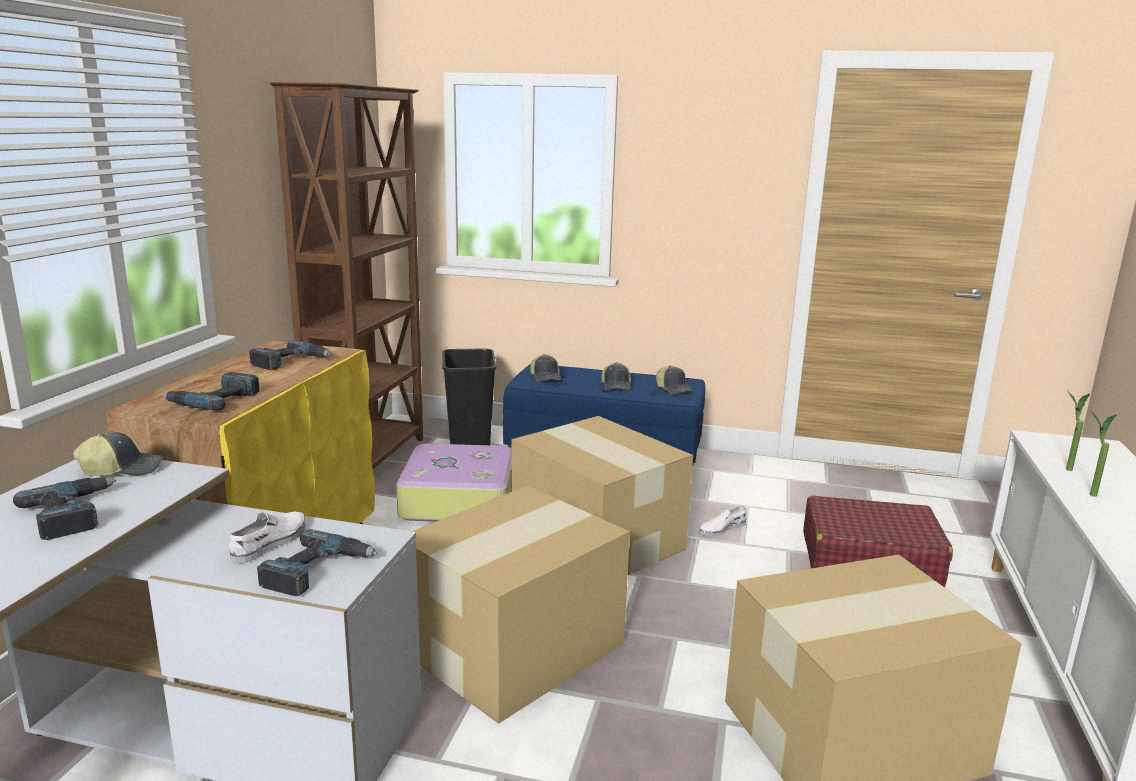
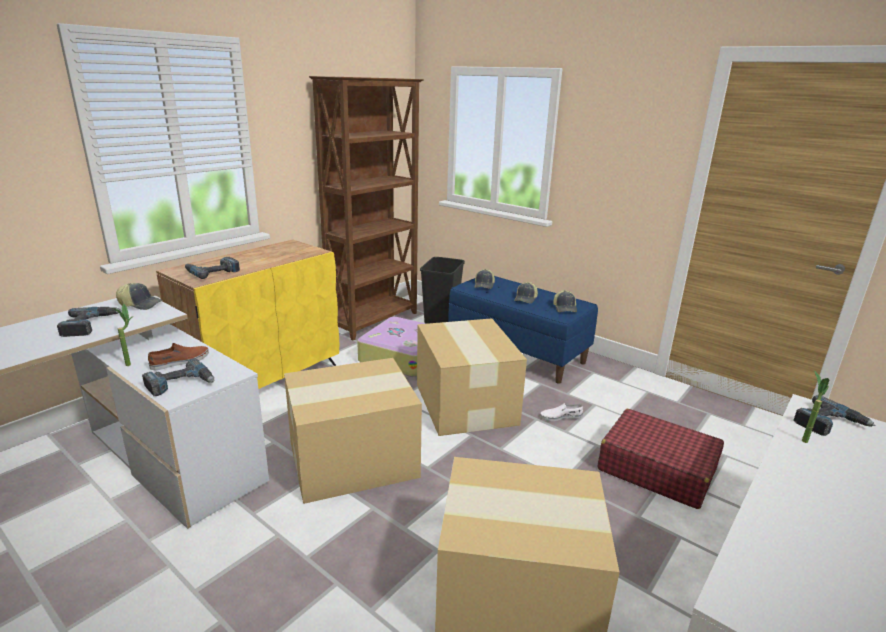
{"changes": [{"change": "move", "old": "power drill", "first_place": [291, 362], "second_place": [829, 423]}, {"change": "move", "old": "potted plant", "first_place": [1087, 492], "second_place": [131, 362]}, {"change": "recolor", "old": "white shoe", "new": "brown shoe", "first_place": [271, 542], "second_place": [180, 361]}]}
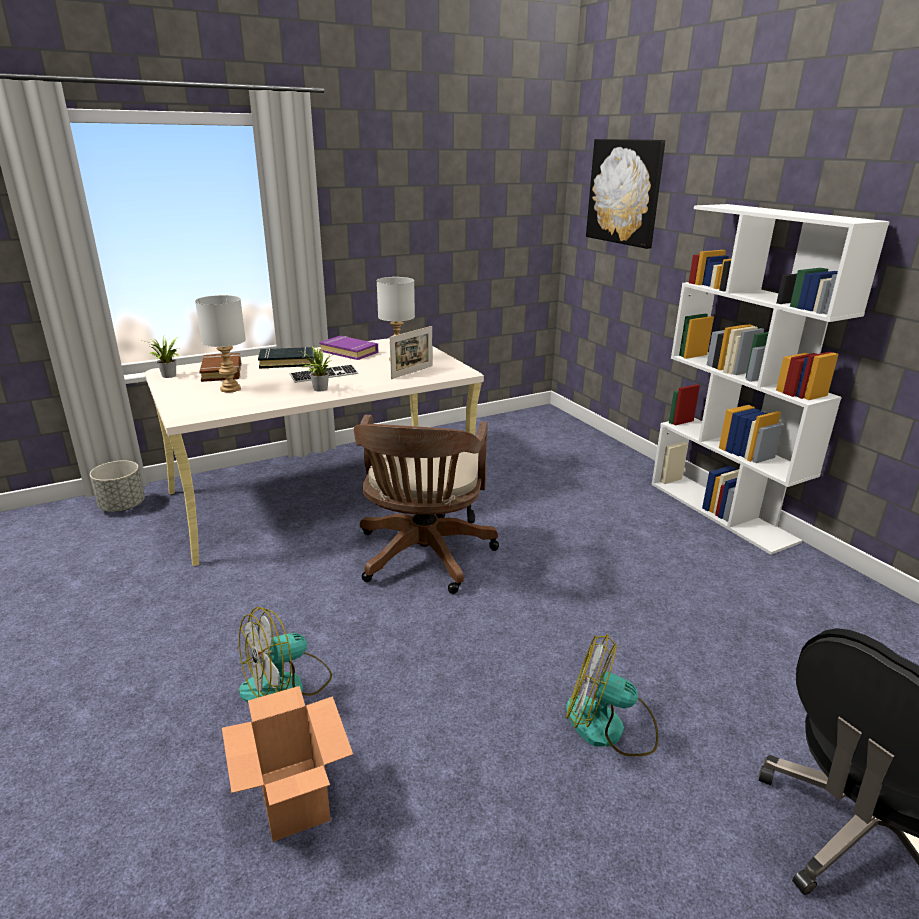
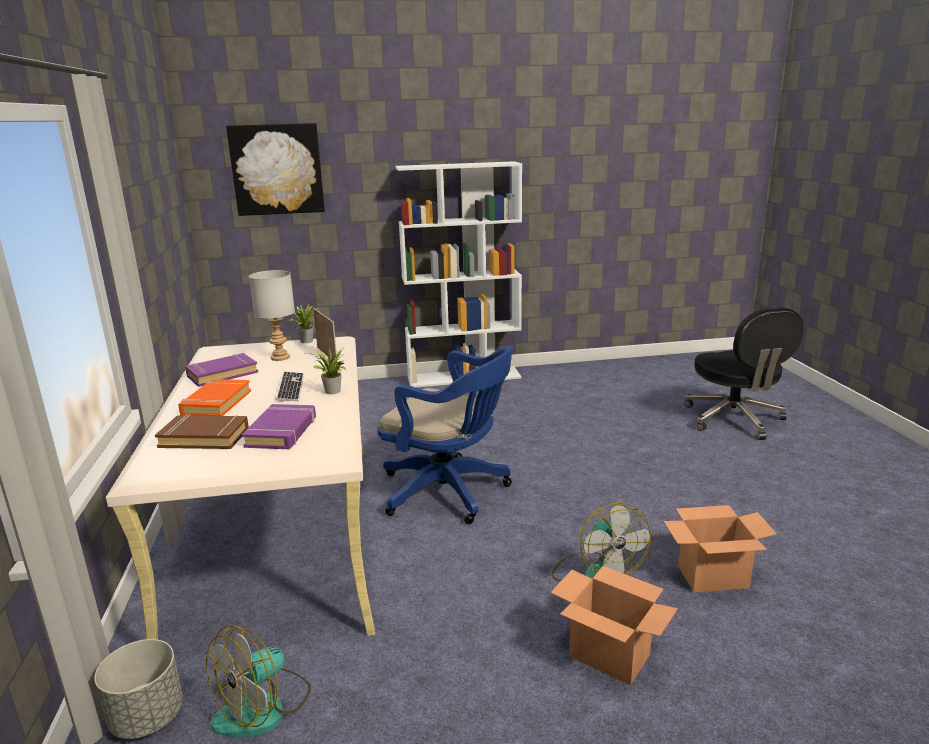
{"changes": [{"change": "replace", "old": "grey table lamp", "new": "purple book", "first_place": [231, 389], "second_place": [282, 432]}, {"change": "move", "old": "potted plant", "first_place": [169, 376], "second_place": [308, 341]}, {"change": "recolor", "old": "black book", "new": "orange book", "first_place": [287, 362], "second_place": [216, 403]}, {"change": "recolor", "old": "brown office chair", "new": "blue office chair", "first_place": [423, 558], "second_place": [450, 492]}, {"change": "move", "old": "fan", "first_place": [609, 727], "second_place": [263, 707]}, {"change": "insert", "new": "cardboard box", "second_place": [608, 656]}]}
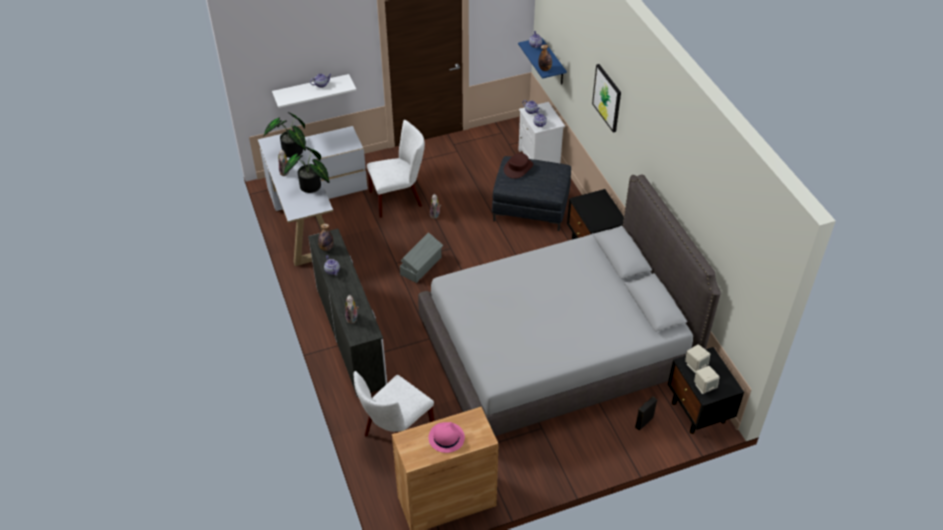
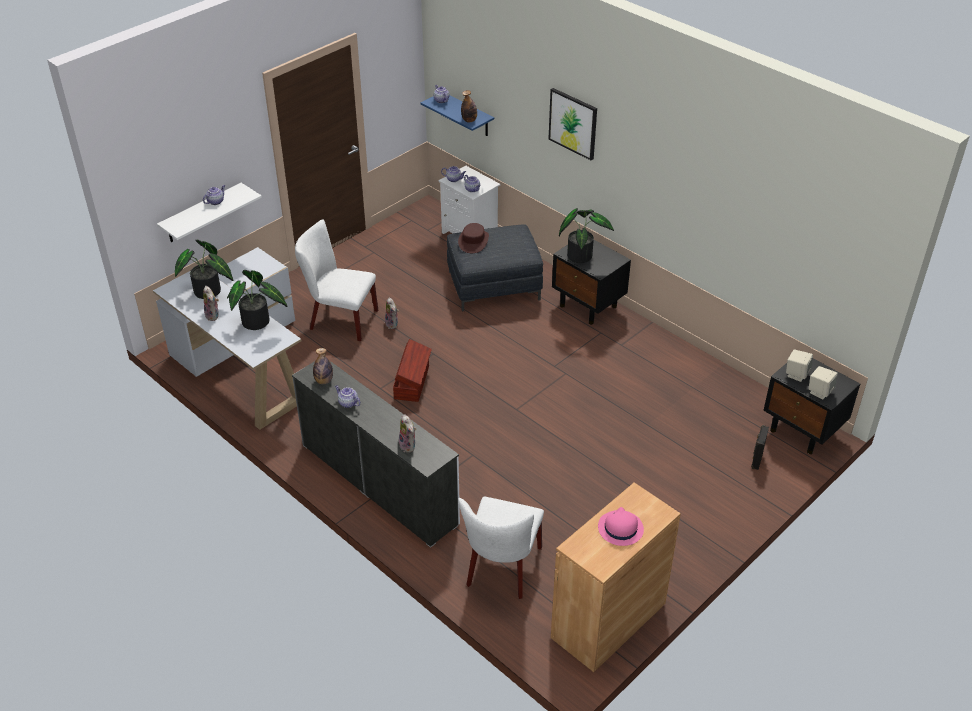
{"changes": [{"change": "rotate", "old": "white chair", "first_place": [399, 198], "second_place": [339, 319], "degrees": -120}, {"change": "delete", "old": "grey bed", "first_place": [556, 350]}, {"change": "recolor", "old": "grey storage box", "new": "brown storage box", "first_place": [421, 266], "second_place": [412, 382]}, {"change": "insert", "new": "potted plant", "second_place": [581, 254]}]}
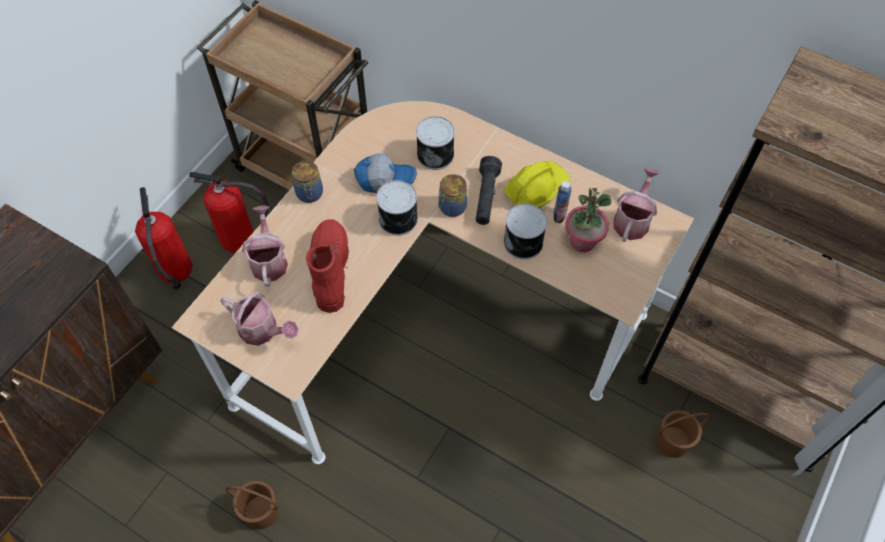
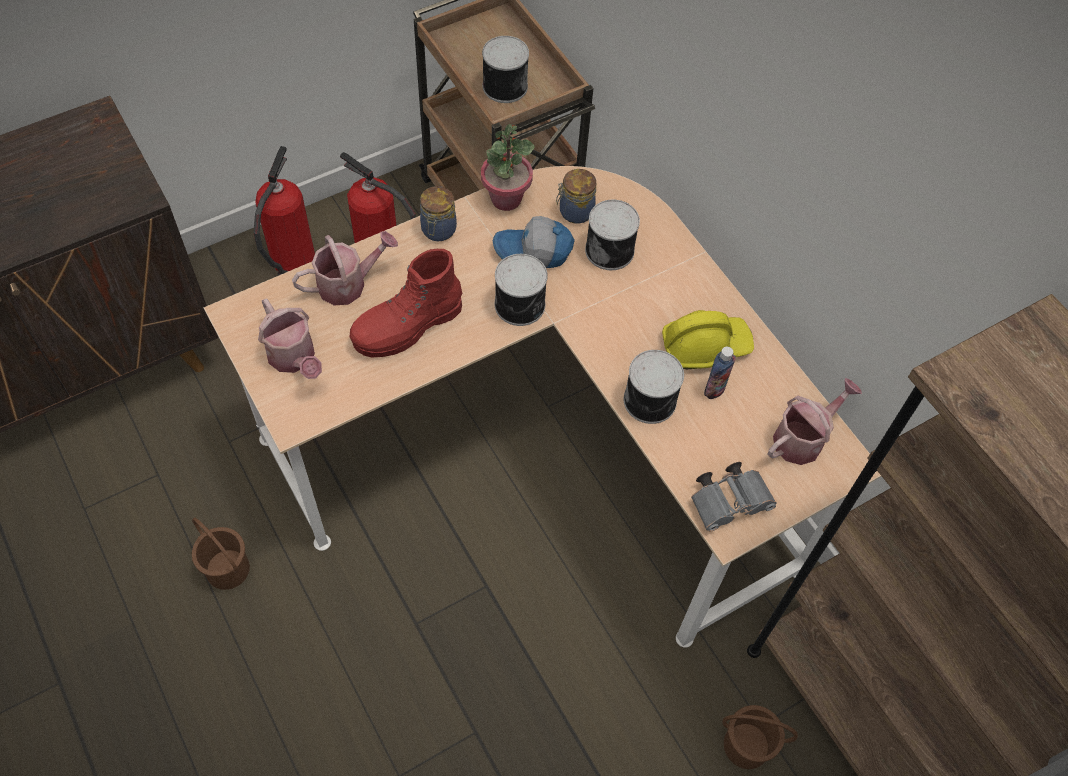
{"changes": [{"change": "rotate", "old": "cap", "first_place": [385, 179], "second_place": [533, 252], "degrees": 150}, {"change": "delete", "old": "black flashlight", "first_place": [486, 197]}, {"change": "move", "old": "jar", "first_place": [451, 207], "second_place": [574, 212]}, {"change": "move", "old": "potted plant", "first_place": [582, 241], "second_place": [506, 198]}, {"change": "rotate", "old": "watering can", "first_place": [269, 260], "second_place": [348, 284], "degrees": 45}, {"change": "rotate", "old": "red boot", "first_place": [330, 270], "second_place": [407, 326], "degrees": -150}, {"change": "insert", "new": "can", "second_place": [504, 86]}, {"change": "insert", "new": "grey binoculars", "second_place": [731, 502]}]}
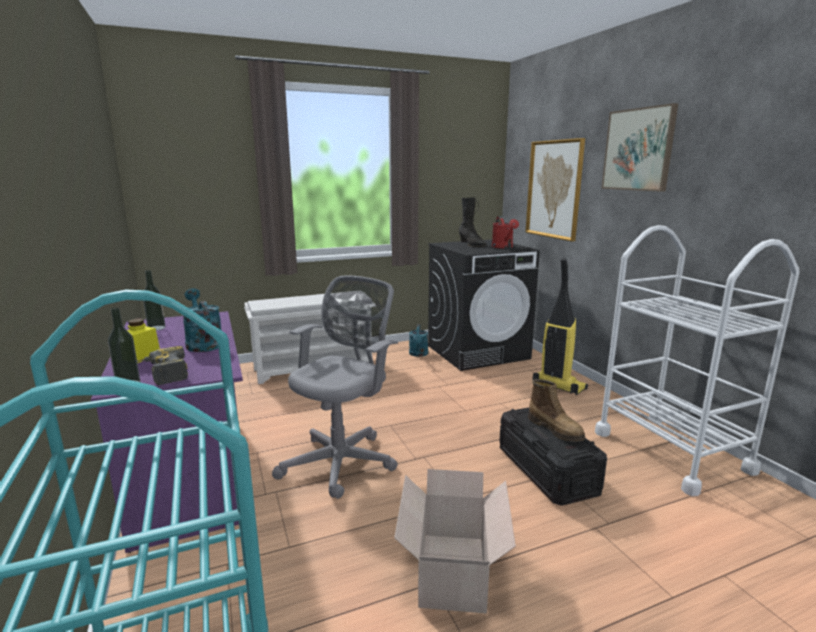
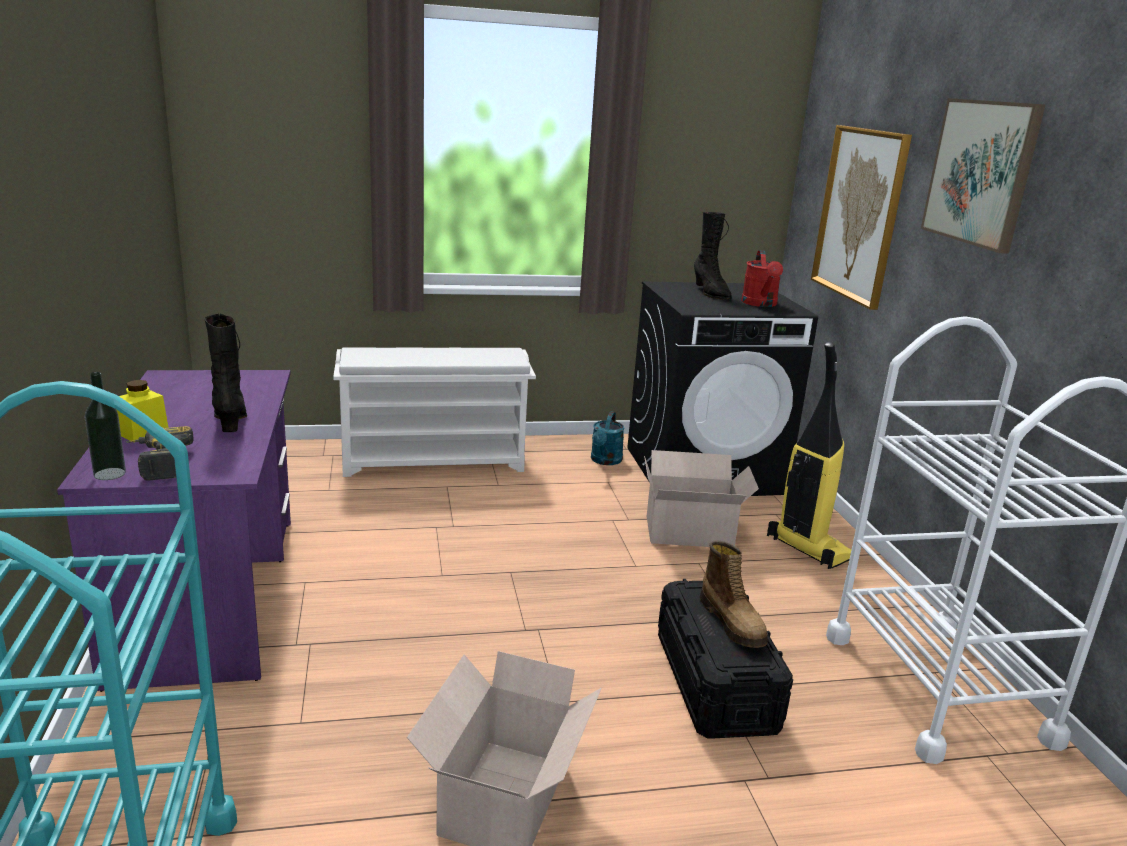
{"changes": [{"change": "delete", "old": "bottle", "first_place": [156, 328]}, {"change": "delete", "old": "grey office chair", "first_place": [342, 461]}, {"change": "replace", "old": "turquoise watering can", "new": "black boot", "first_place": [203, 343], "second_place": [231, 421]}, {"change": "insert", "new": "cardboard box", "second_place": [692, 532]}]}
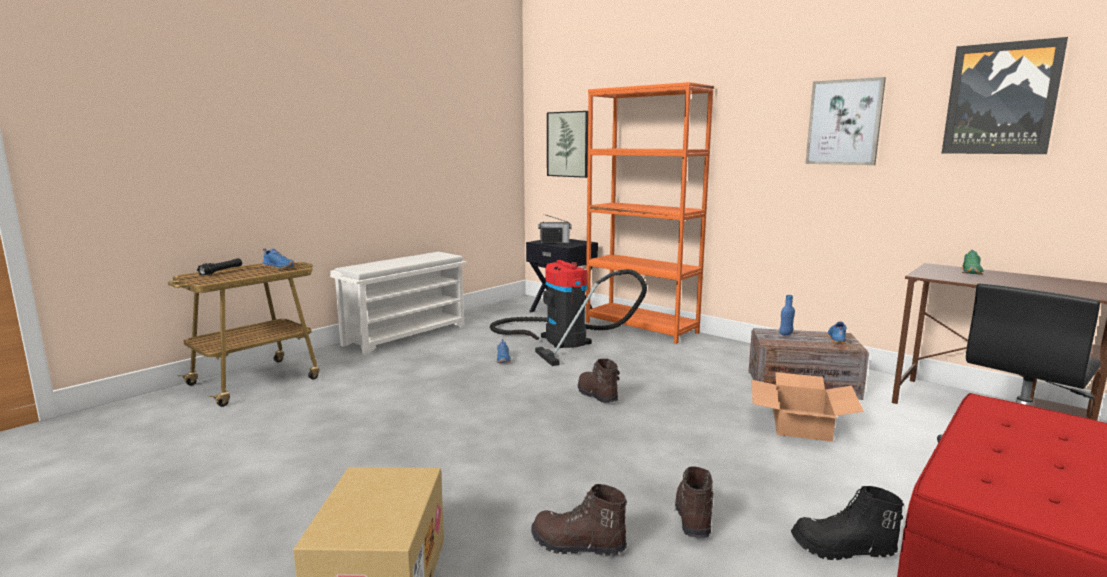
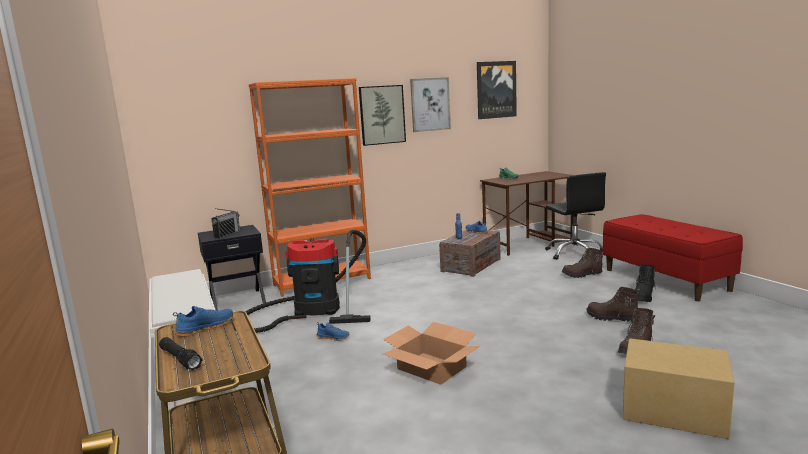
{"changes": [{"change": "move", "old": "picture", "first_place": [568, 144], "second_place": [382, 115]}, {"change": "move", "old": "brown boot", "first_place": [596, 395], "second_place": [582, 275]}, {"change": "move", "old": "cardboard box", "first_place": [800, 424], "second_place": [431, 368]}]}
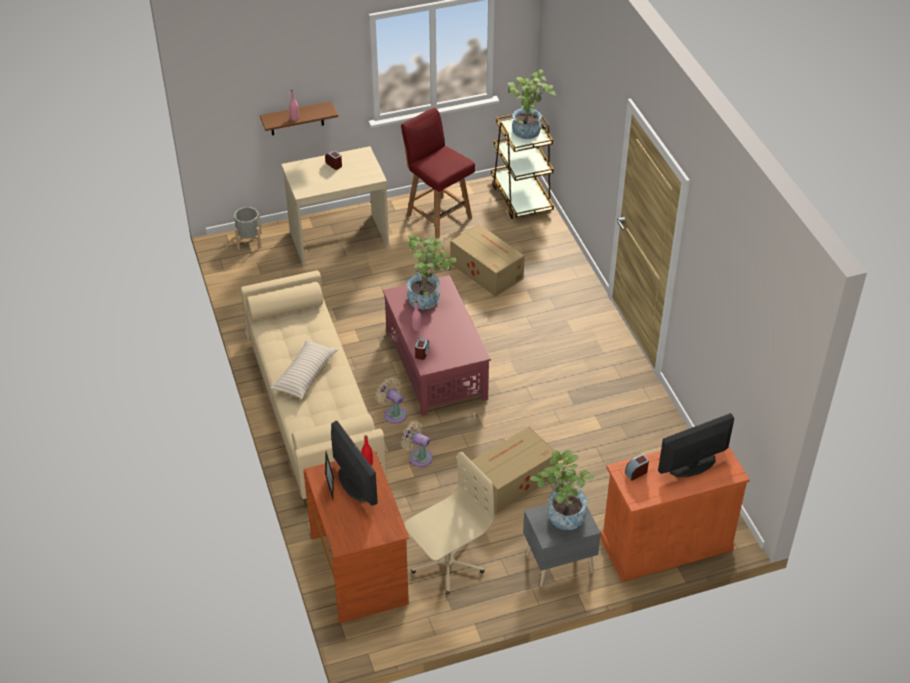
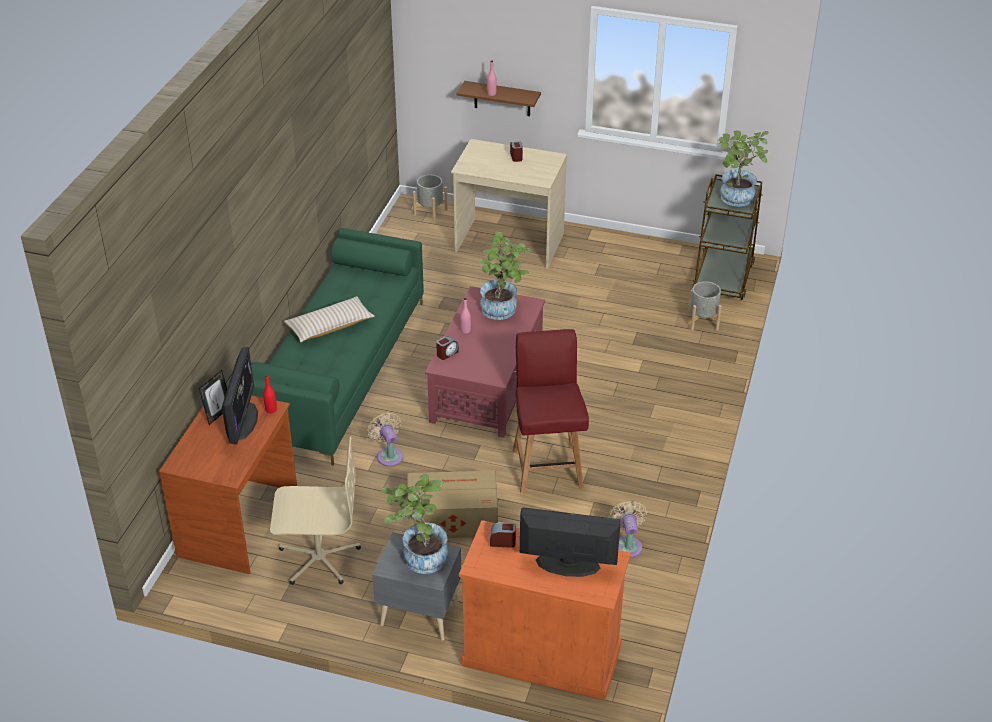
{"changes": [{"change": "move", "old": "red chair", "first_place": [438, 216], "second_place": [547, 467]}, {"change": "delete", "old": "cardboard box", "first_place": [486, 270]}, {"change": "recolor", "old": "beige sofa", "new": "green sofa", "first_place": [312, 409], "second_place": [340, 371]}, {"change": "move", "old": "beige fan", "first_place": [393, 413], "second_place": [627, 544]}, {"change": "insert", "new": "grey planter", "second_place": [703, 322]}]}
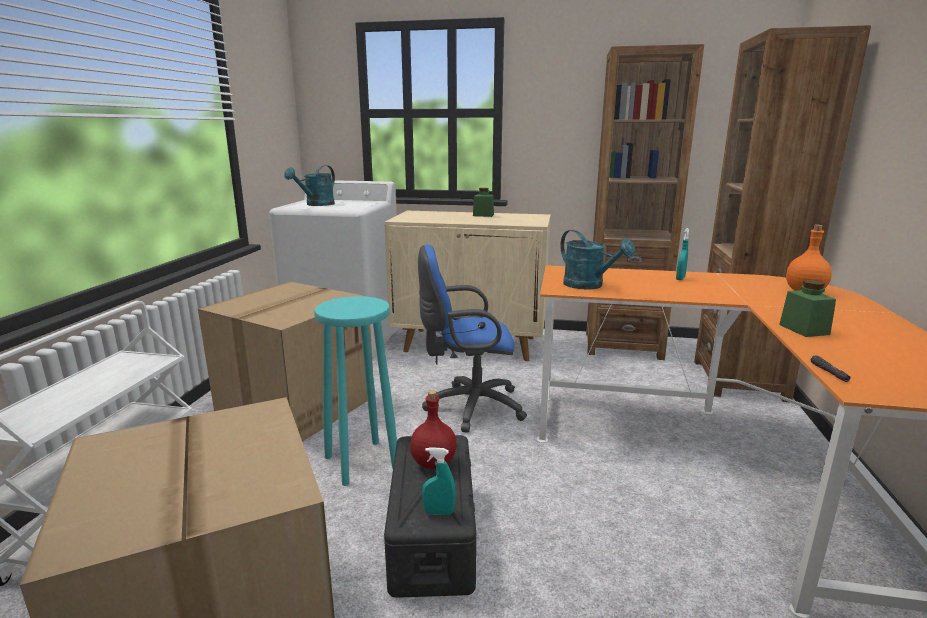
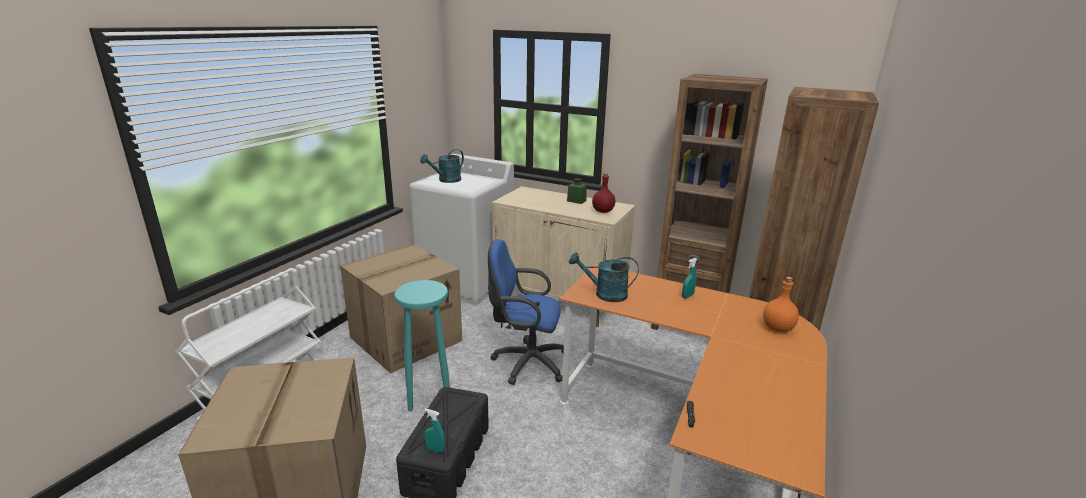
{"changes": [{"change": "rotate", "old": "turquoise watering can", "first_place": [589, 286], "second_place": [604, 294], "degrees": 120}, {"change": "delete", "old": "green jar", "first_place": [804, 329]}, {"change": "move", "old": "red bottle", "first_place": [433, 463], "second_place": [602, 211]}]}
